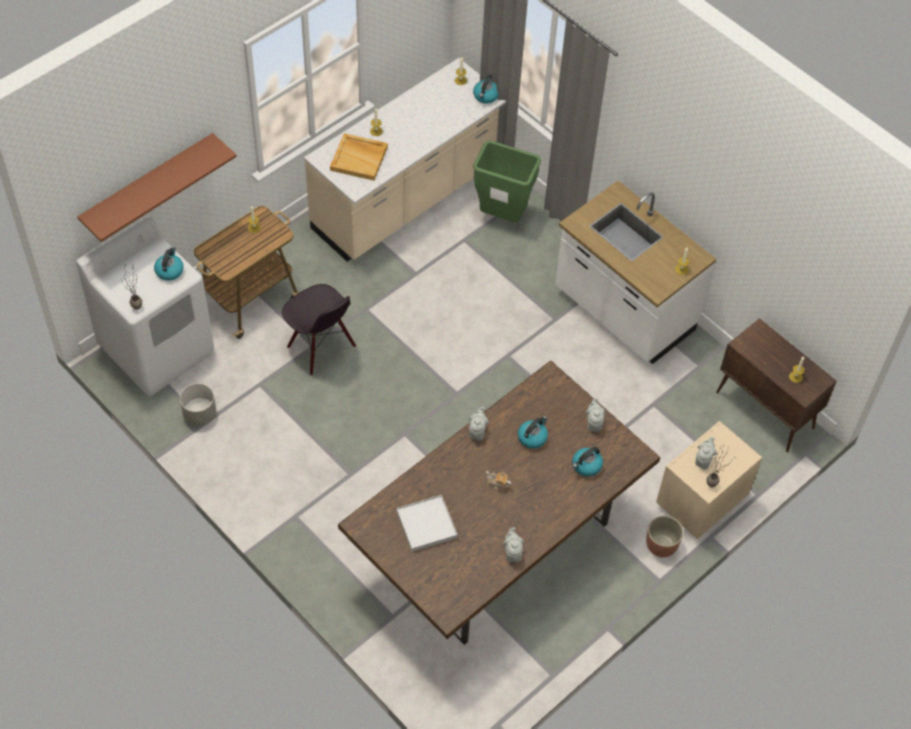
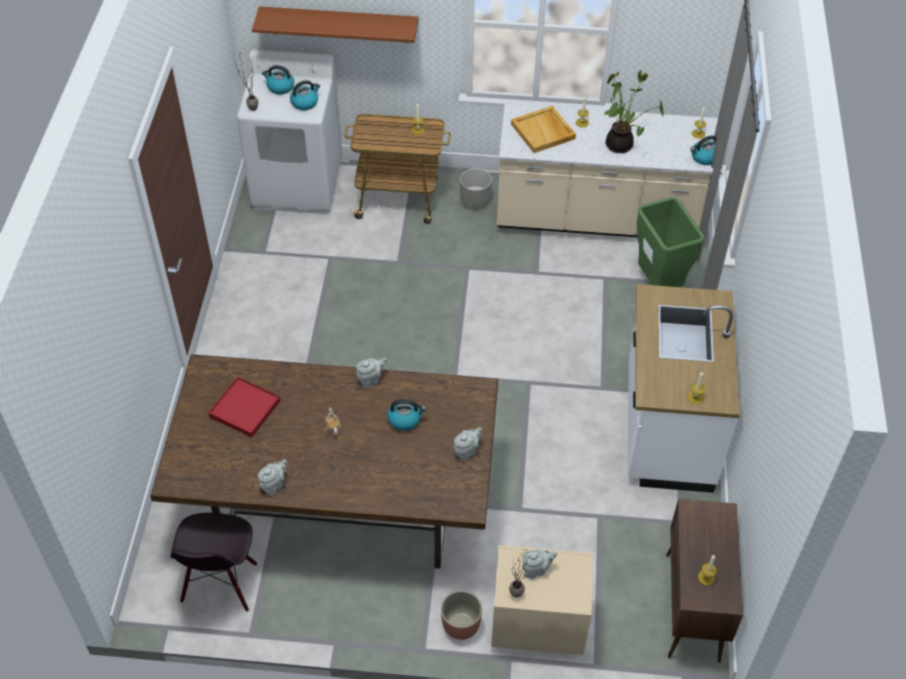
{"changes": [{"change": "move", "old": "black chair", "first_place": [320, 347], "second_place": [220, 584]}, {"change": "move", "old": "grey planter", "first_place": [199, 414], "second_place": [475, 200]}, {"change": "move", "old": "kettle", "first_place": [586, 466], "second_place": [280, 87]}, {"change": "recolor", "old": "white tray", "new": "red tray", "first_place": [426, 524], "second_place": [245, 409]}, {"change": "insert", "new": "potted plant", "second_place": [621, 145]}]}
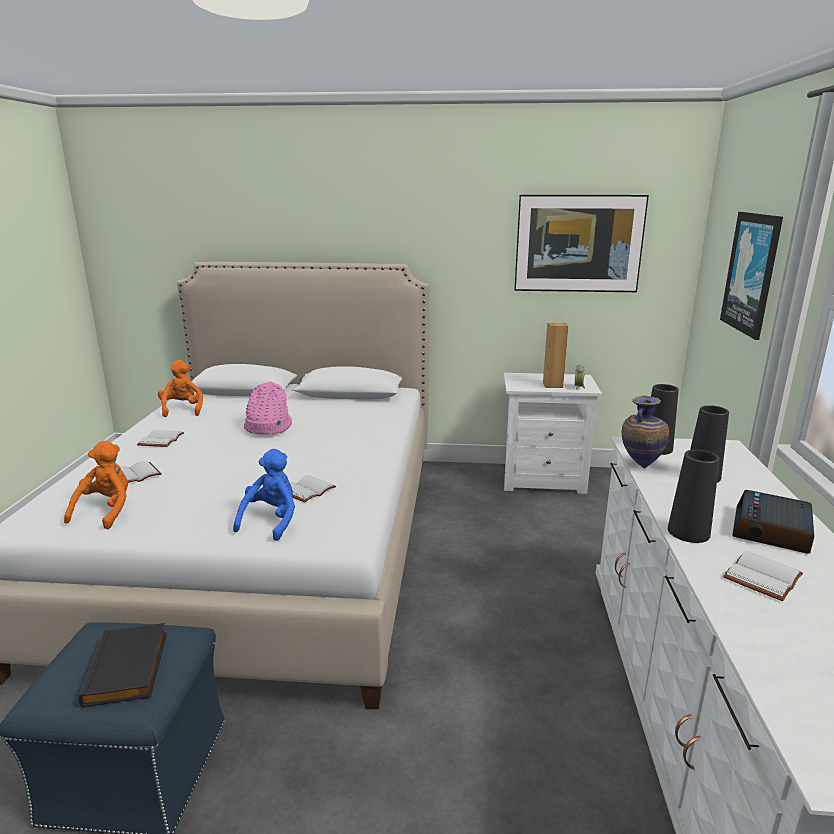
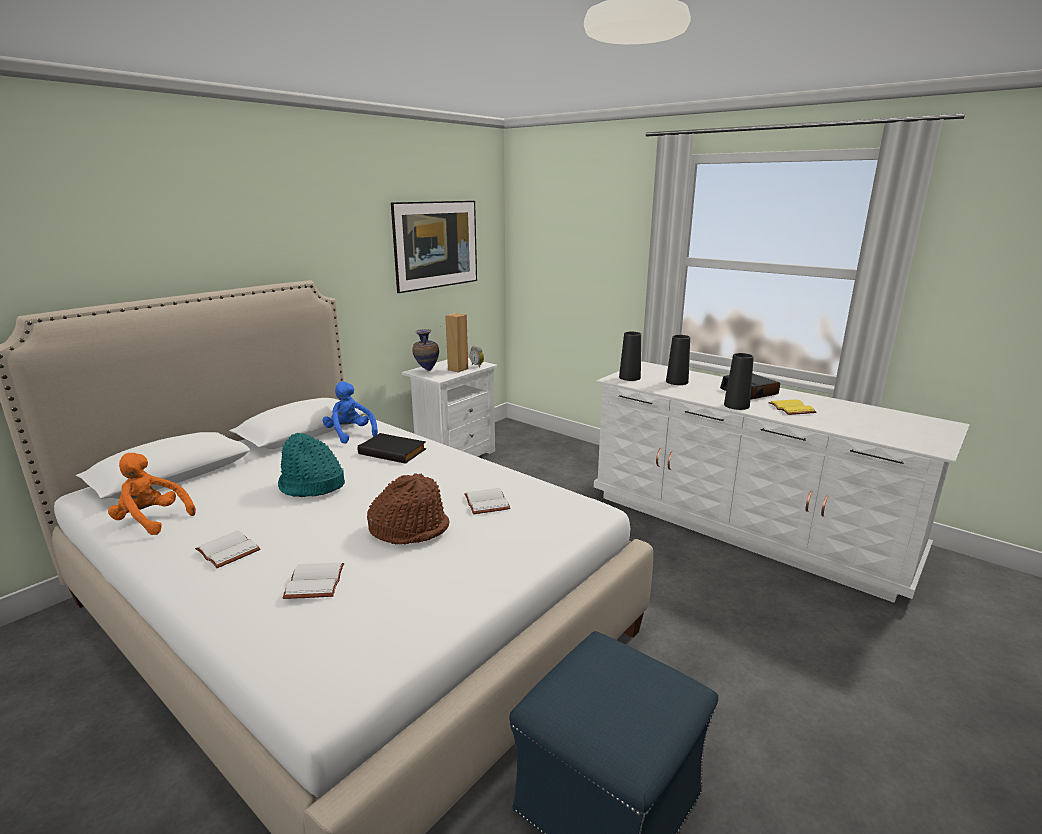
{"changes": [{"change": "delete", "old": "picture", "first_place": [751, 273]}, {"change": "recolor", "old": "pink hat", "new": "turquoise hat", "first_place": [267, 427], "second_place": [311, 486]}, {"change": "move", "old": "vase", "first_place": [640, 465], "second_place": [426, 370]}, {"change": "delete", "old": "orange plush toy", "first_place": [106, 511]}, {"change": "move", "old": "blue plush toy", "first_place": [271, 521], "second_place": [350, 434]}, {"change": "recolor", "old": "white book", "new": "yellow book", "first_place": [764, 578], "second_place": [793, 409]}, {"change": "move", "old": "black book", "first_place": [129, 668], "second_place": [393, 451]}, {"change": "insert", "new": "brown hat", "second_place": [410, 529]}]}
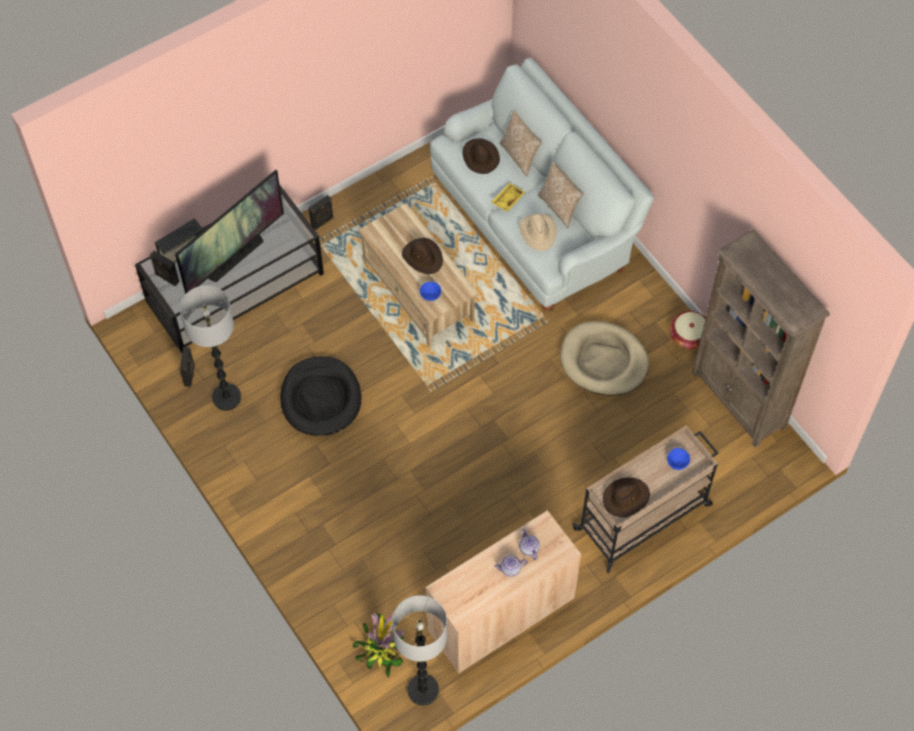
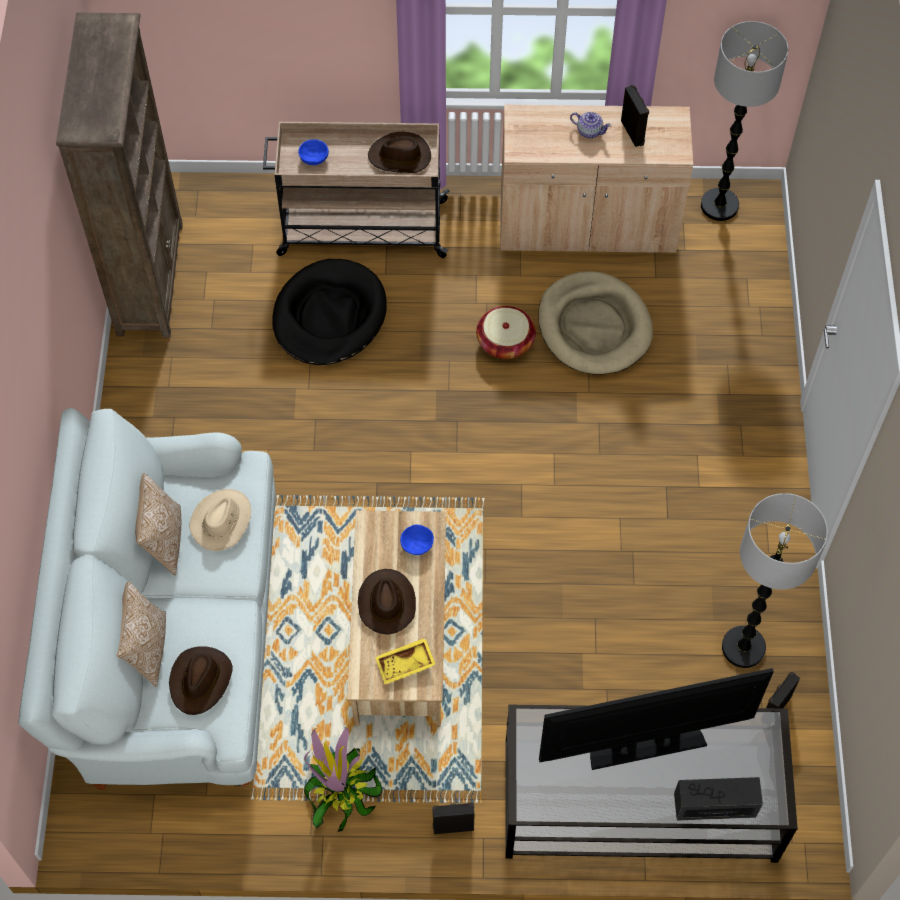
{"changes": [{"change": "move", "old": "yellow tray", "first_place": [507, 199], "second_place": [405, 665]}, {"change": "move", "old": "black speaker", "first_place": [166, 278], "second_place": [633, 132]}, {"change": "move", "old": "basket", "first_place": [689, 336], "second_place": [505, 342]}, {"change": "move", "old": "beige dog bed", "first_place": [603, 361], "second_place": [594, 326]}, {"change": "move", "old": "black dog bed", "first_place": [321, 398], "second_place": [329, 316]}, {"change": "delete", "old": "teapot", "first_place": [529, 549]}, {"change": "move", "old": "potted plant", "first_place": [382, 649], "second_place": [341, 790]}]}
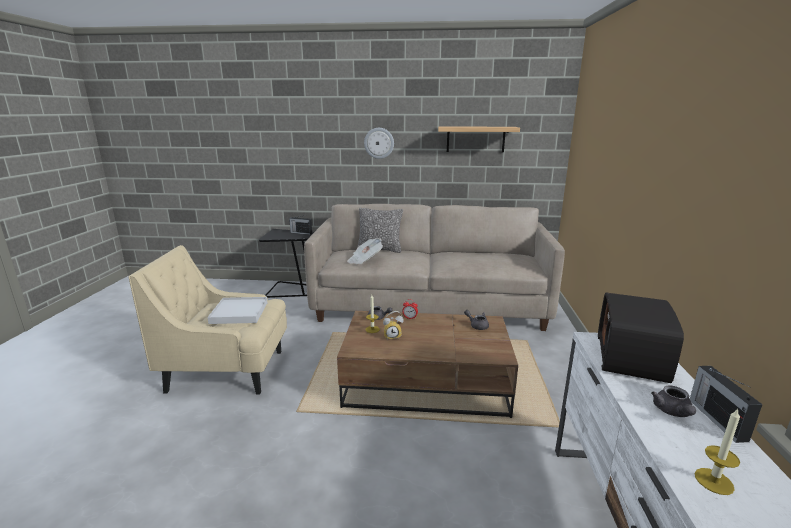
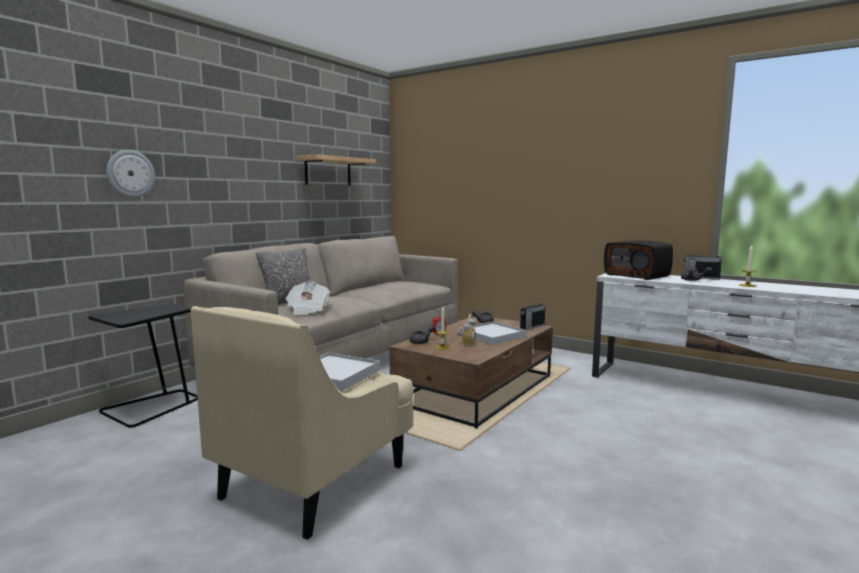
{"changes": [{"change": "move", "old": "wall clock", "first_place": [379, 143], "second_place": [130, 173]}, {"change": "move", "old": "radio", "first_place": [301, 233], "second_place": [531, 327]}, {"change": "insert", "new": "white tray", "second_place": [492, 336]}]}
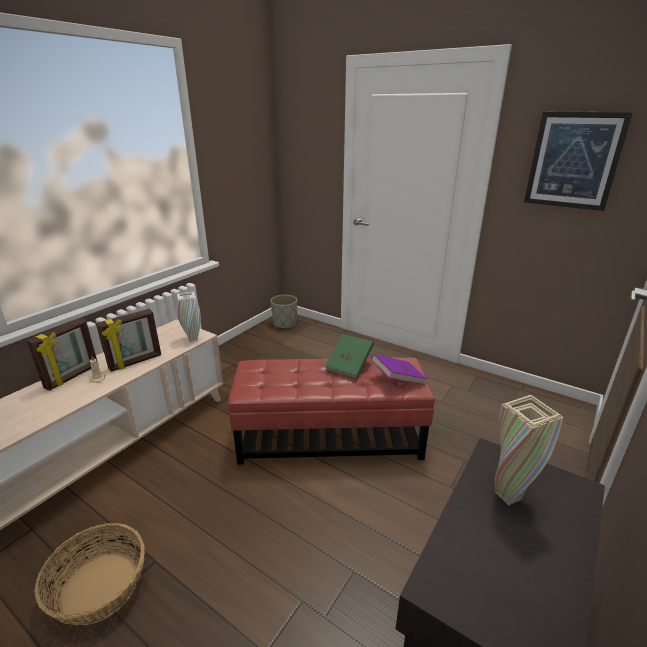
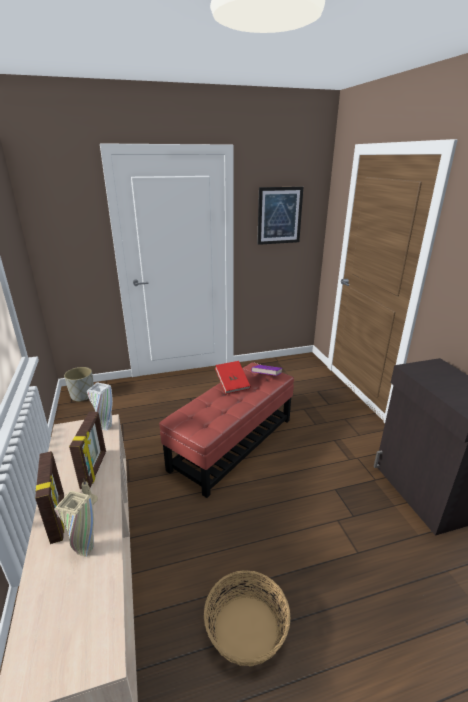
{"changes": [{"change": "recolor", "old": "green book", "new": "red book", "first_place": [349, 366], "second_place": [232, 384]}, {"change": "move", "old": "beige vase", "first_place": [508, 495], "second_place": [85, 550]}]}
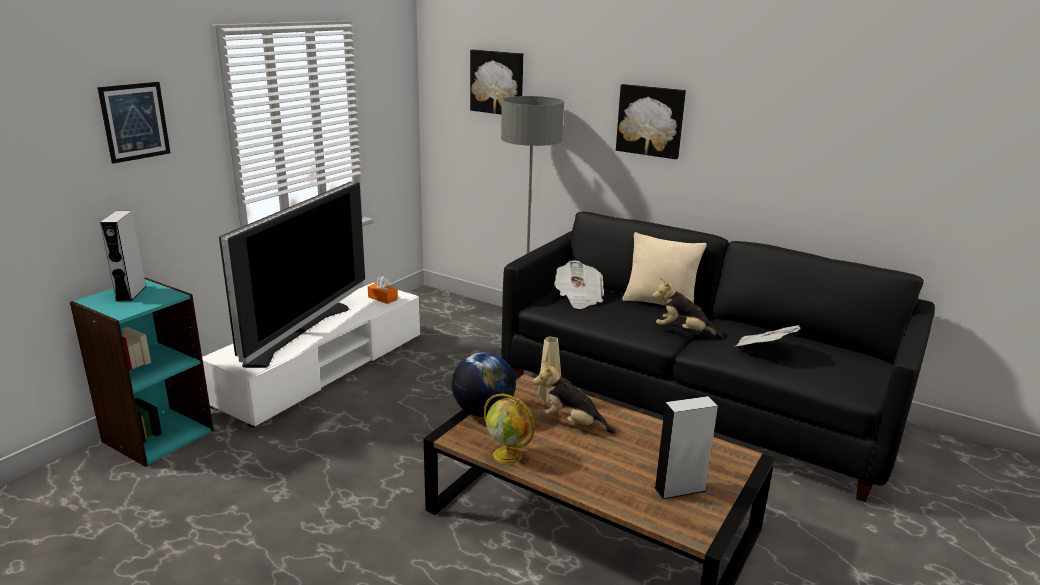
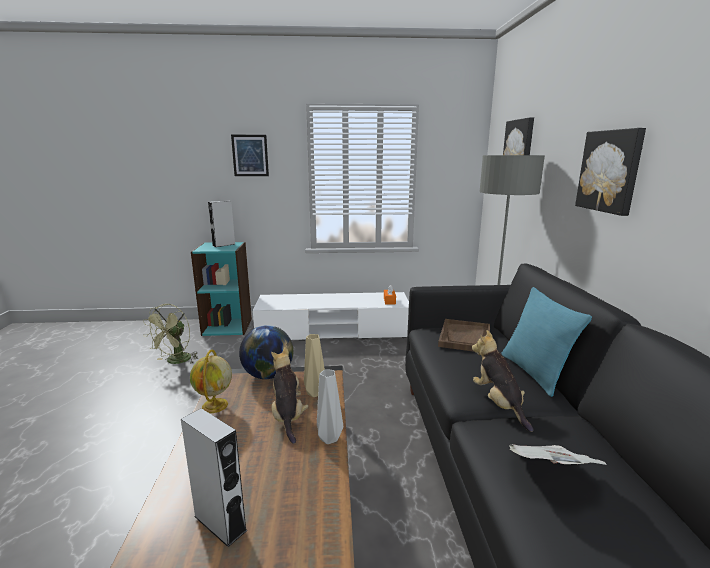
{"changes": [{"change": "delete", "old": "television", "first_place": [300, 333]}, {"change": "recolor", "old": "beige pillow", "new": "turquoise pillow", "first_place": [659, 303], "second_place": [534, 373]}, {"change": "replace", "old": "newspaper", "new": "brown tray", "first_place": [578, 298], "second_place": [465, 337]}, {"change": "insert", "new": "green fan", "second_place": [175, 361]}, {"change": "insert", "new": "grey vase", "second_place": [329, 437]}]}
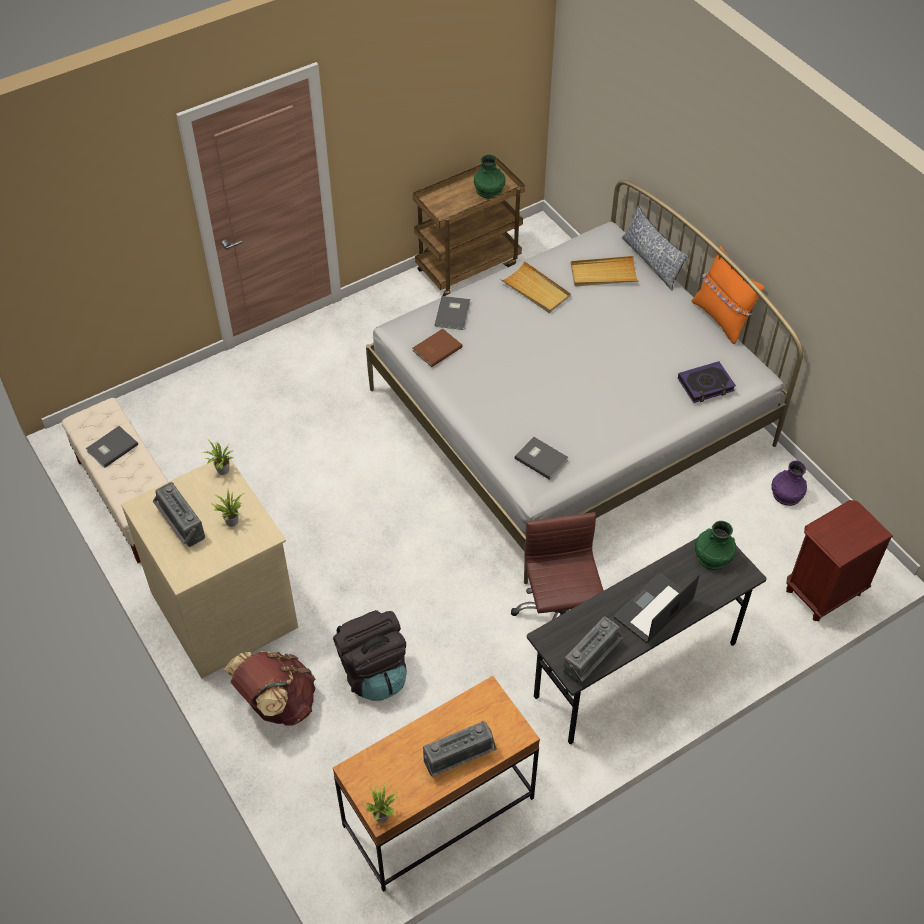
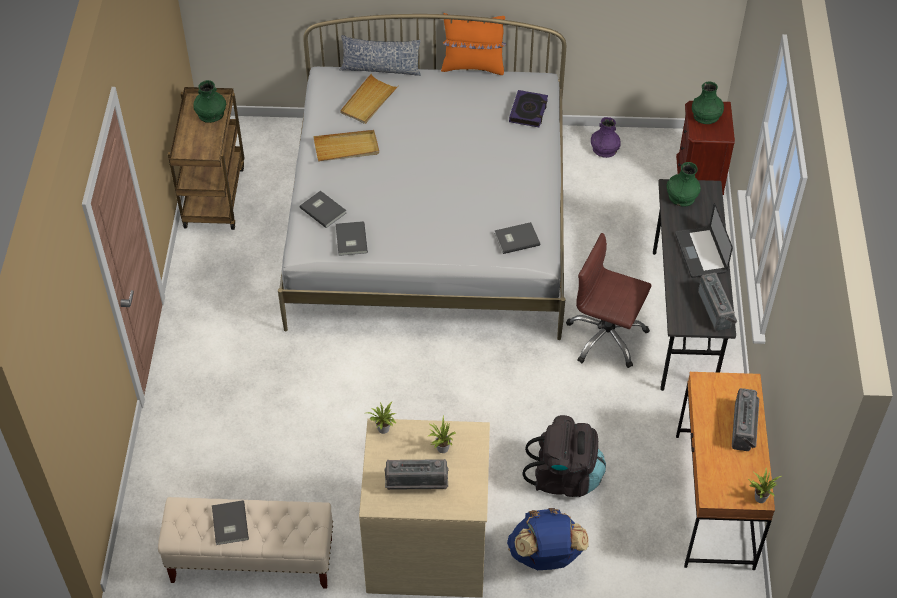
{"changes": [{"change": "recolor", "old": "brown book", "new": "grey book", "first_place": [436, 349], "second_place": [350, 240]}, {"change": "recolor", "old": "brown backpack", "new": "blue backpack", "first_place": [277, 703], "second_place": [546, 556]}, {"change": "insert", "new": "green vase", "second_place": [706, 116]}]}
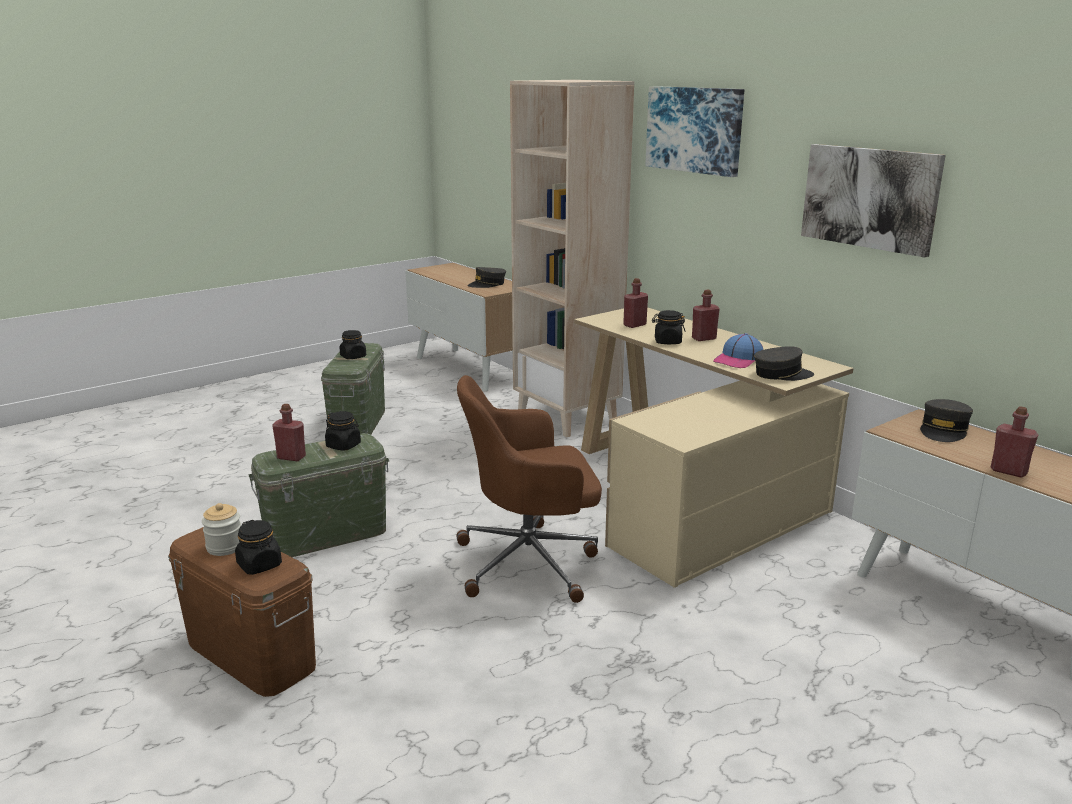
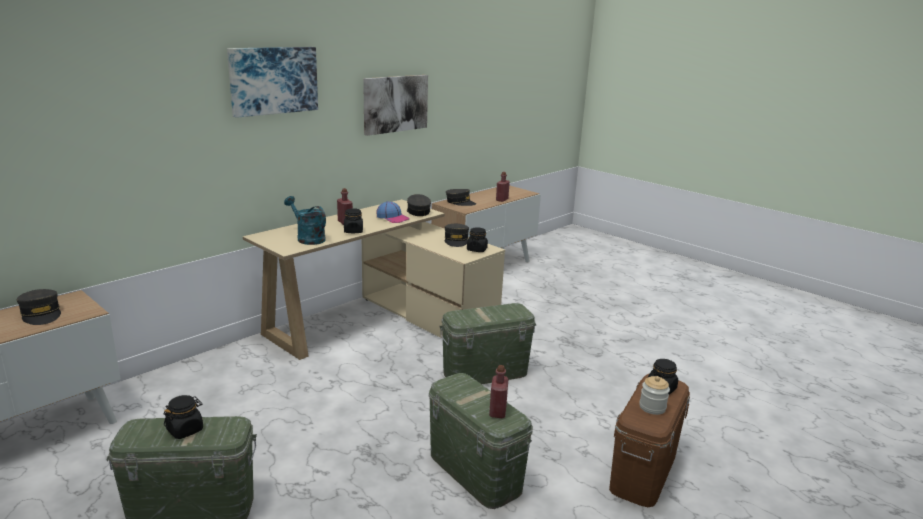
{"changes": [{"change": "delete", "old": "beige bookcase", "first_place": [567, 417]}, {"change": "replace", "old": "red bottle", "new": "turquoise watering can", "first_place": [634, 325], "second_place": [307, 238]}, {"change": "replace", "old": "brown office chair", "new": "green storage box", "first_place": [530, 562], "second_place": [485, 373]}, {"change": "move", "old": "black jar", "first_place": [343, 445], "second_place": [477, 249]}, {"change": "insert", "new": "grey cap", "second_place": [456, 240]}]}
